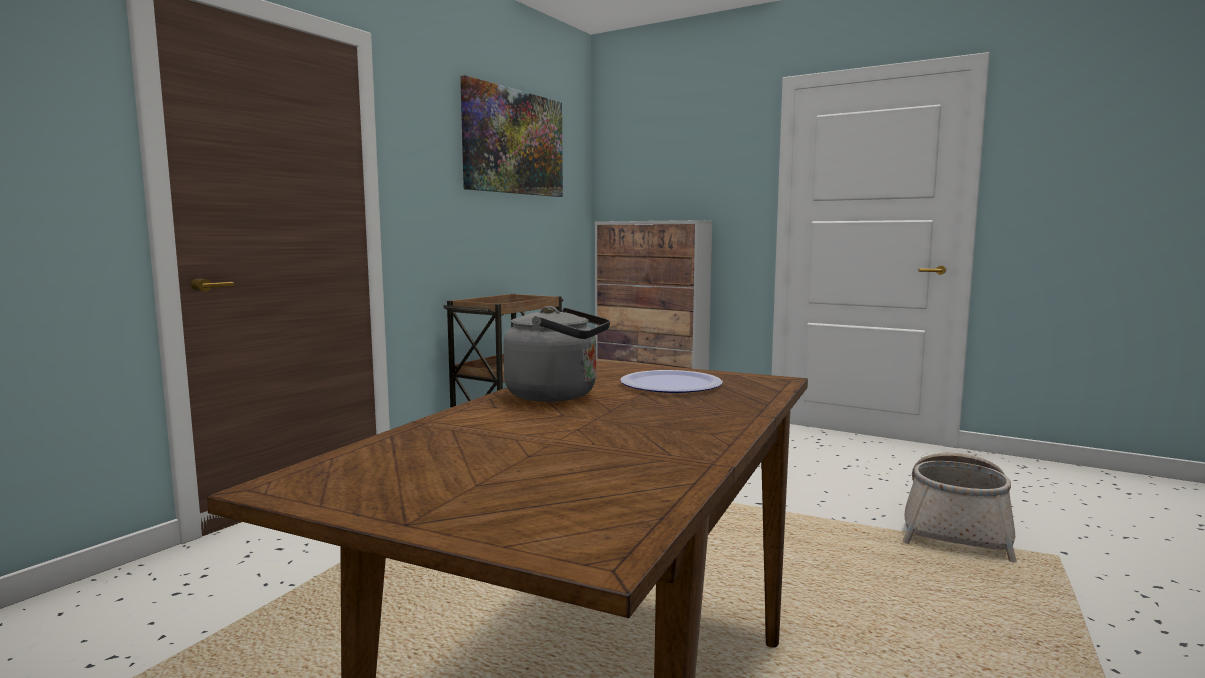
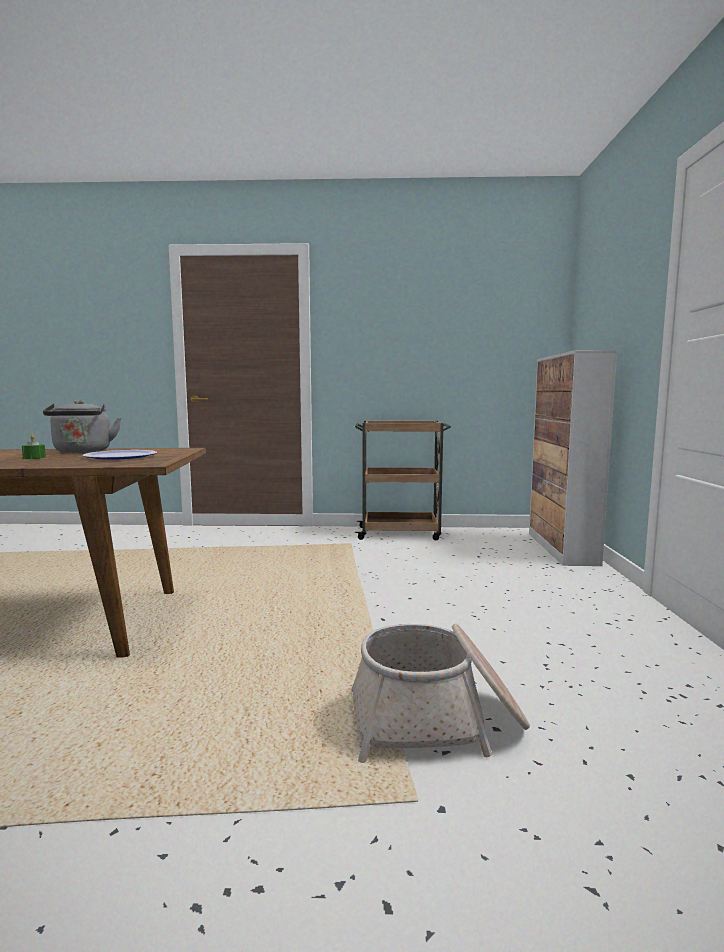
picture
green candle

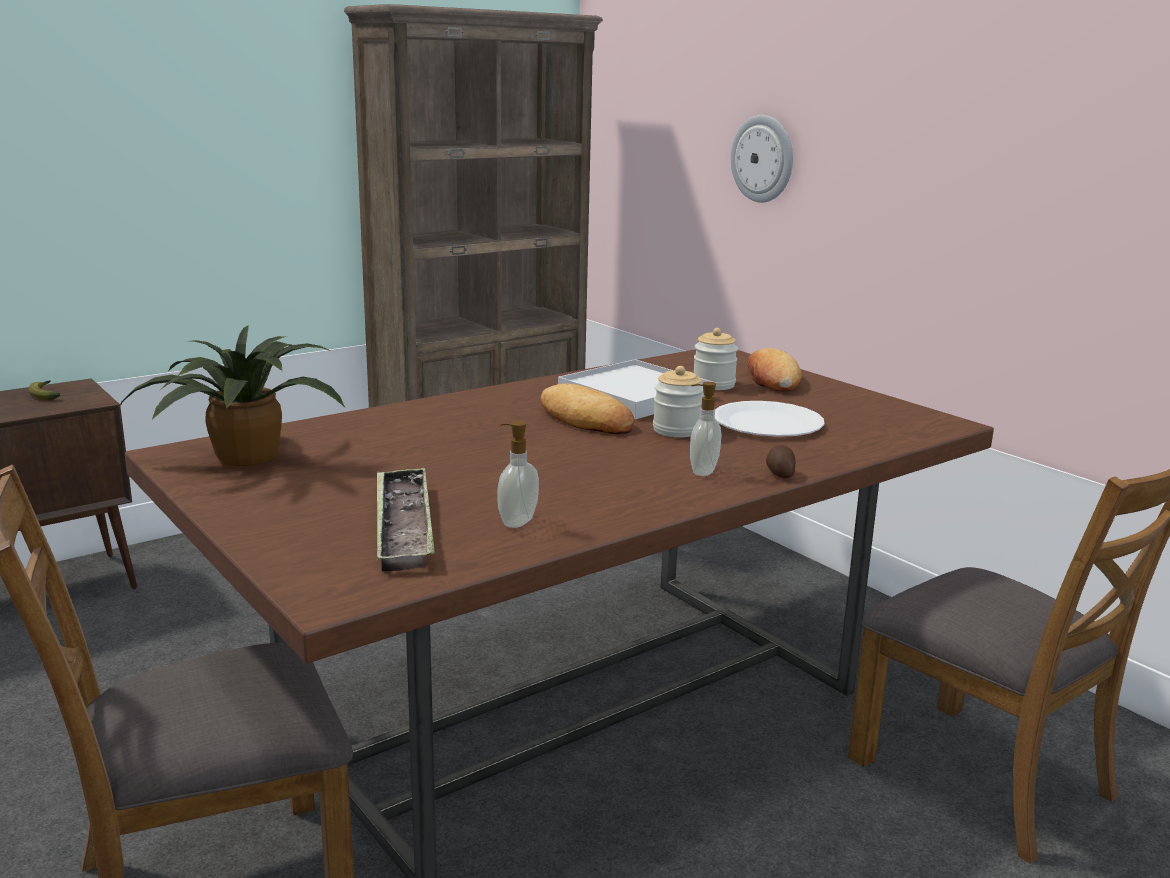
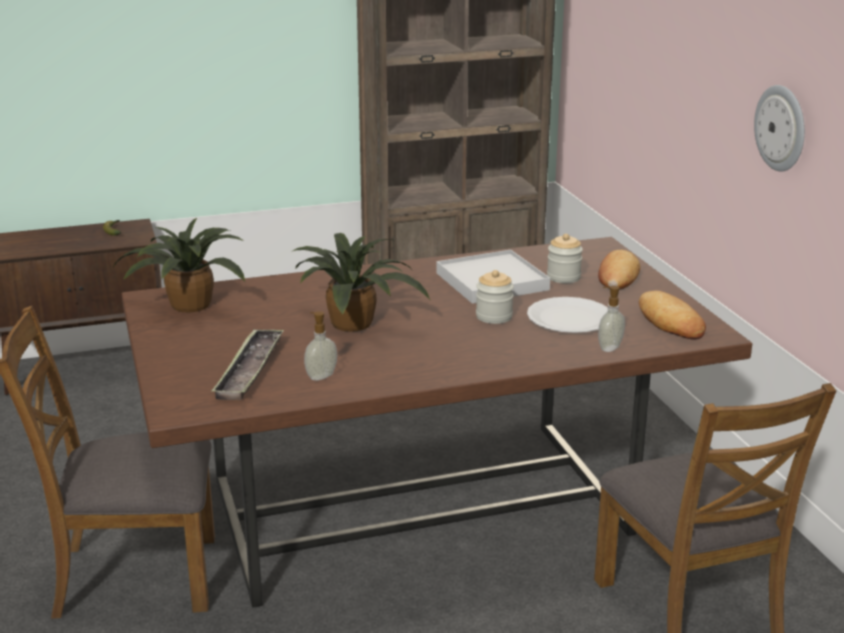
potato
potted plant (no. 2 from left)
bread (no. 2 from left)
soap dispenser (no. 2 from left)
wall clock

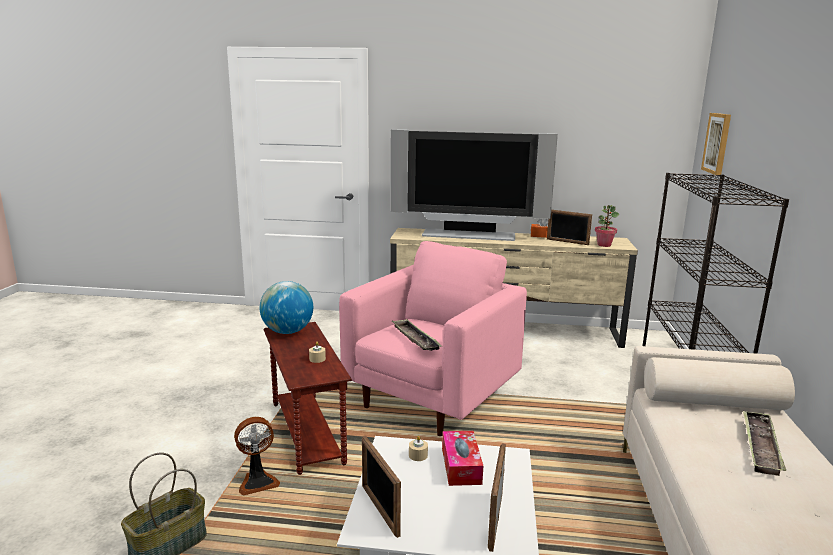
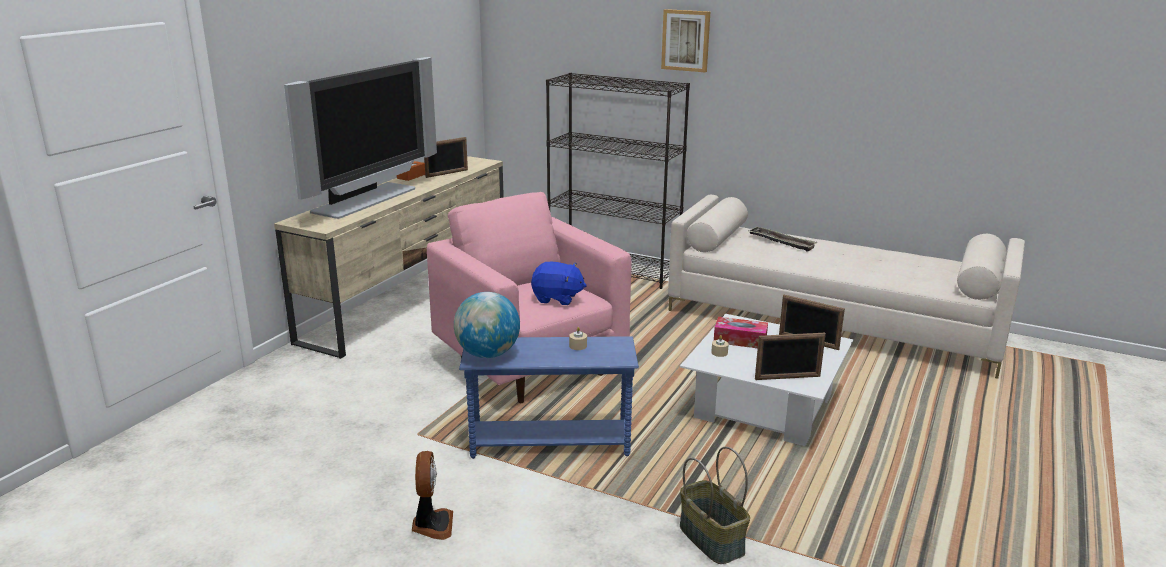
potted plant
fan
picture
blue plush toy
blue side table

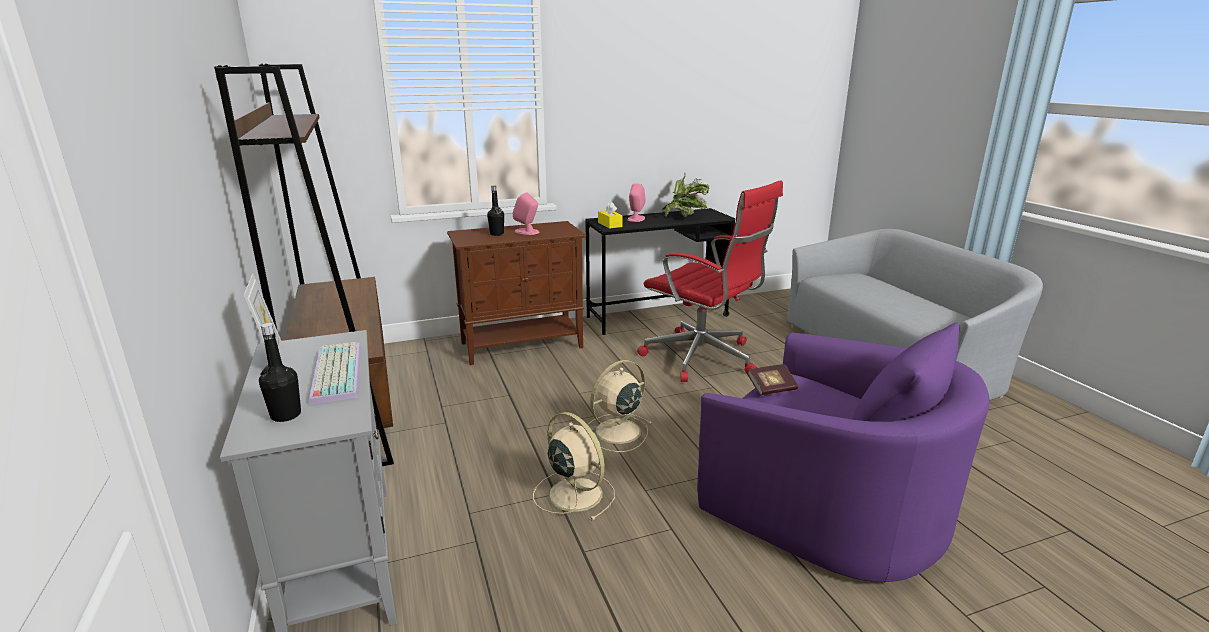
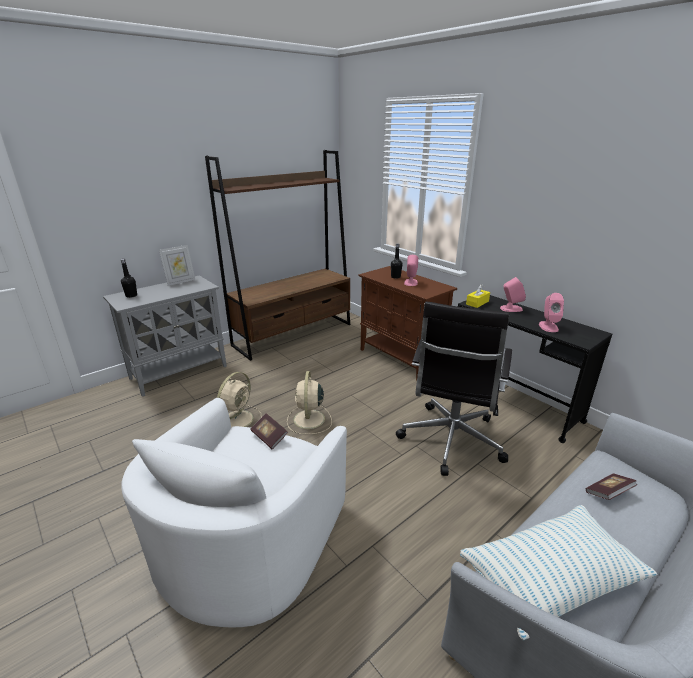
keyboard
pillow
book (no. 2 from left)
pink speaker (no. 3 from left)
black office chair
white armchair
beige fan (no. 2 from left)

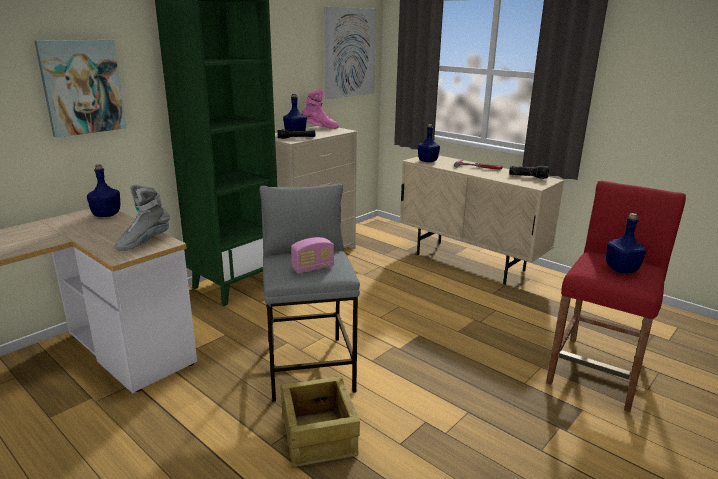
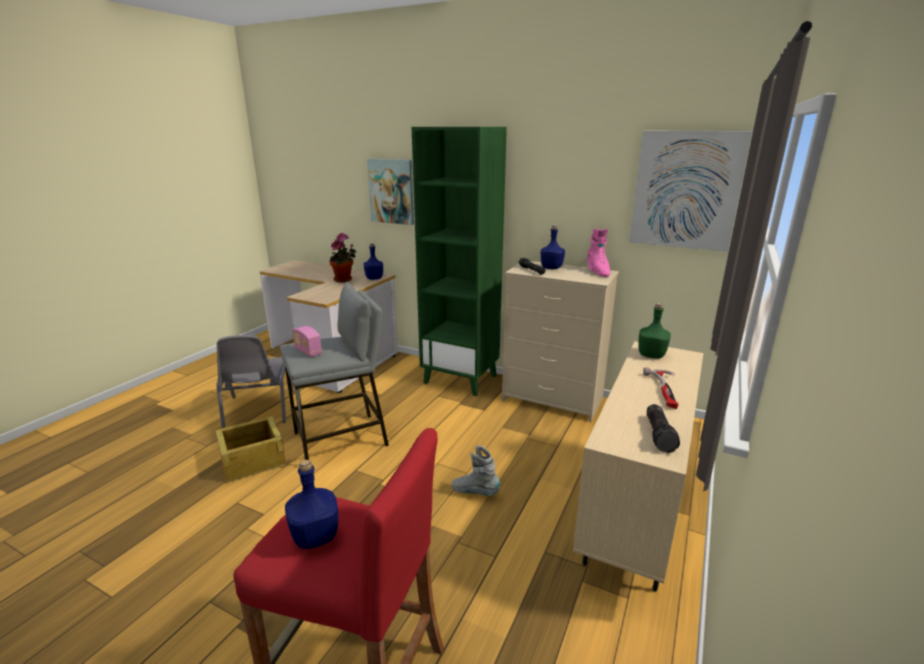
grey chair
potted plant
grey boot
green bottle

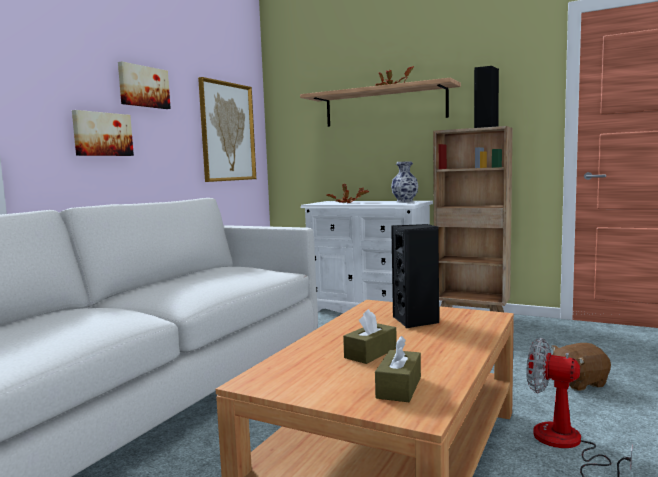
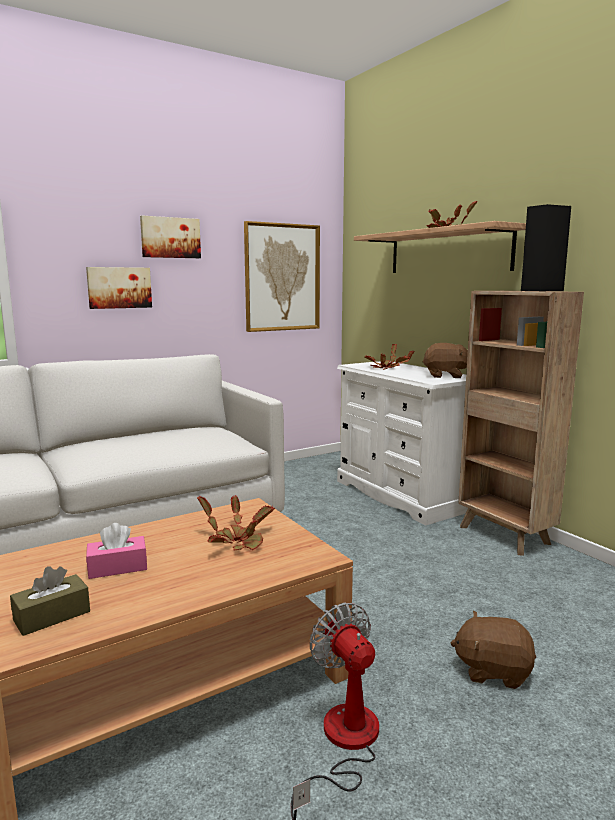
brown plush toy (no. 1 from left)
potted plant (no. 1 from left)
pink tissue box

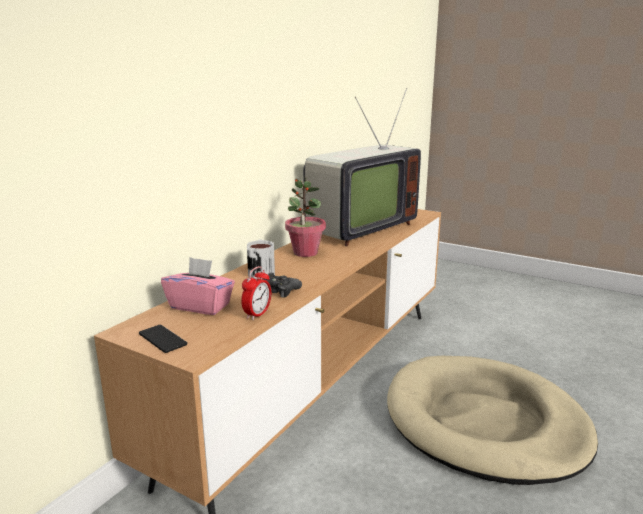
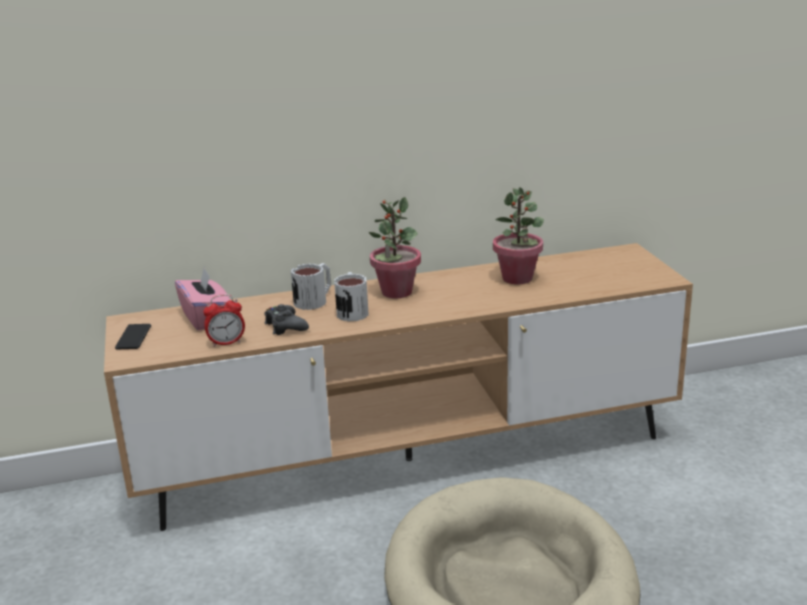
mug (no. 2 from left)
potted plant (no. 2 from left)

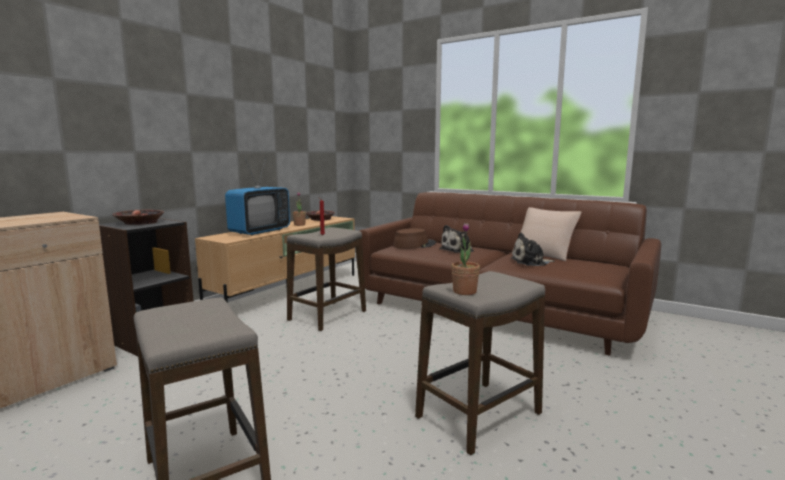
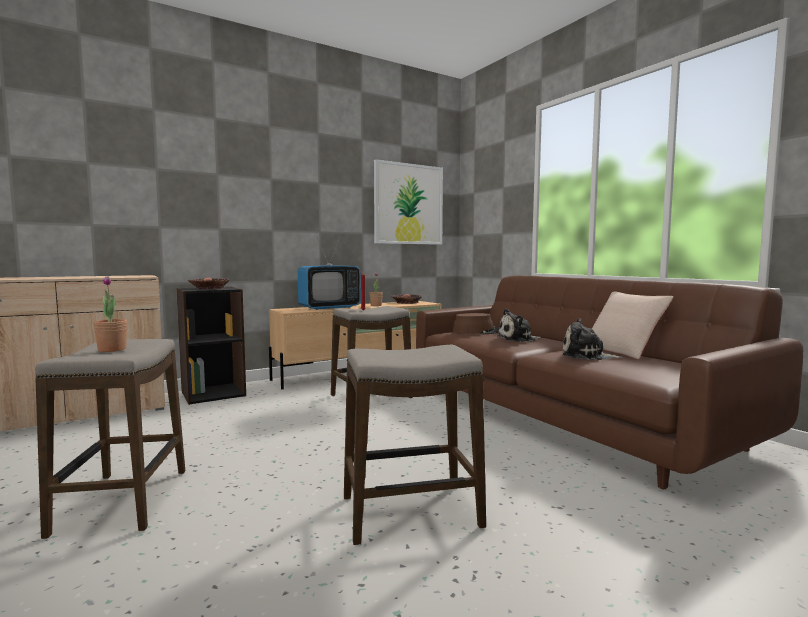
picture
potted plant (no. 1 from left)

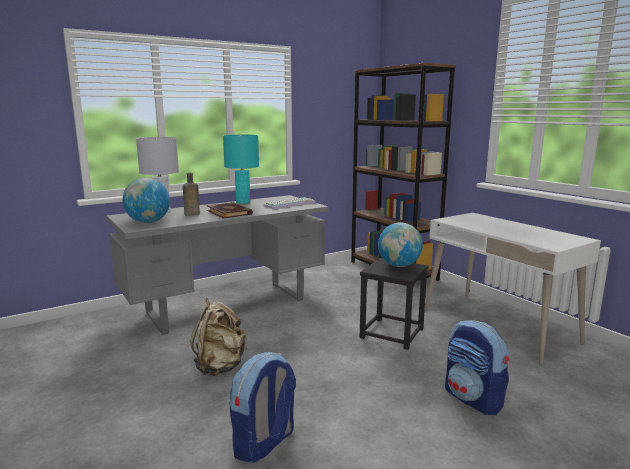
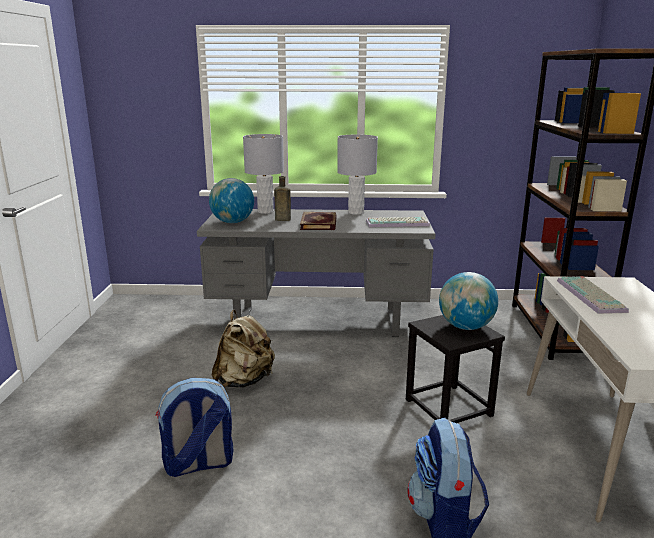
keyboard (no. 2 from left)
grey table lamp (no. 2 from left)

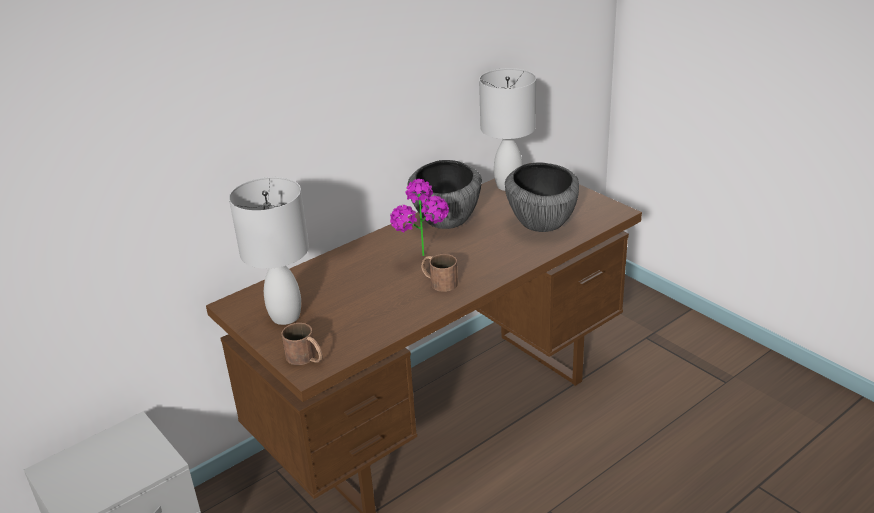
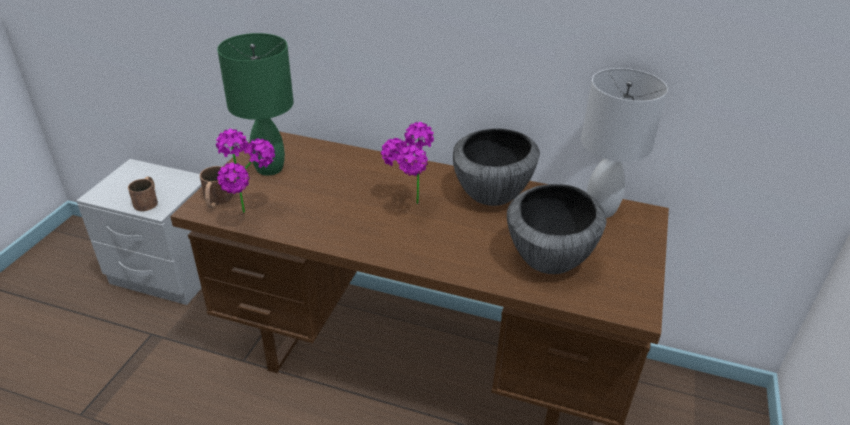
potted plant (no. 1 from left)
brown mug (no. 1 from left)
green table lamp

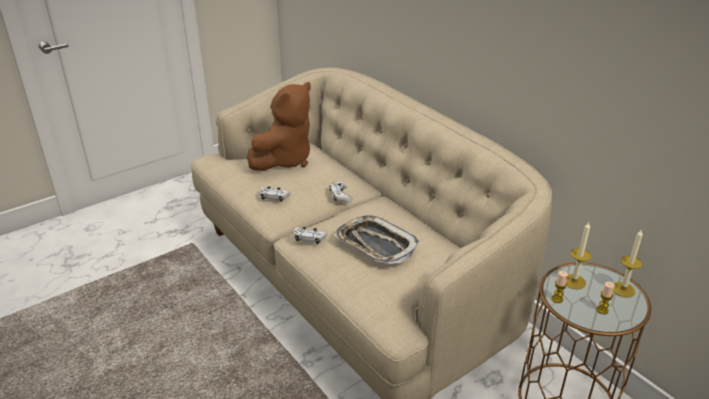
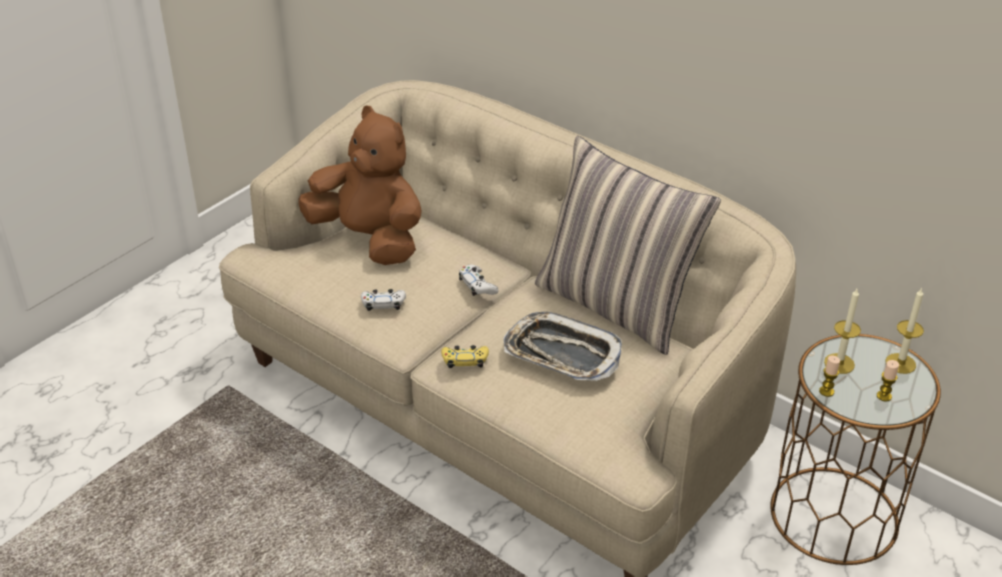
pillow
yellow game controller
brown plush toy

